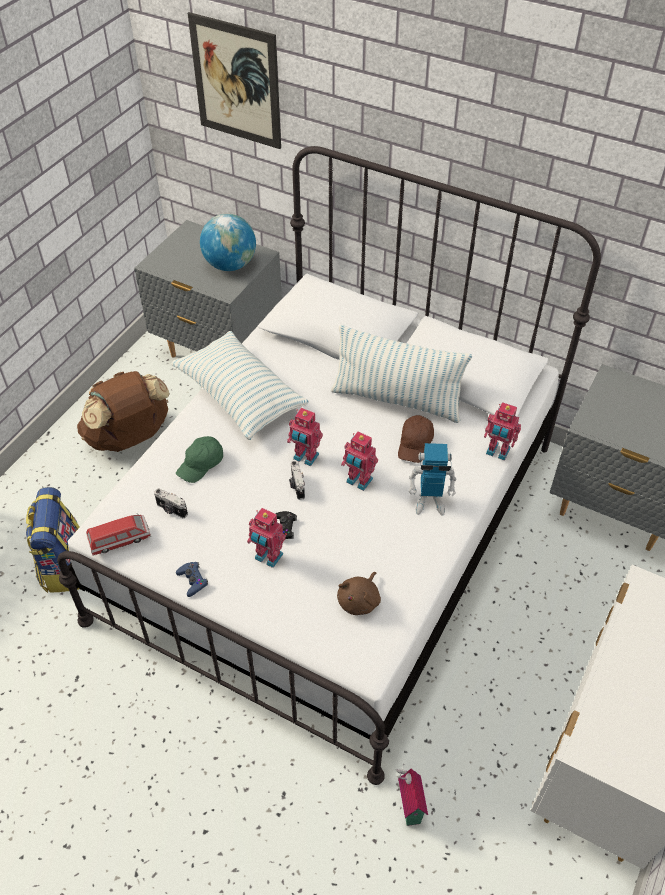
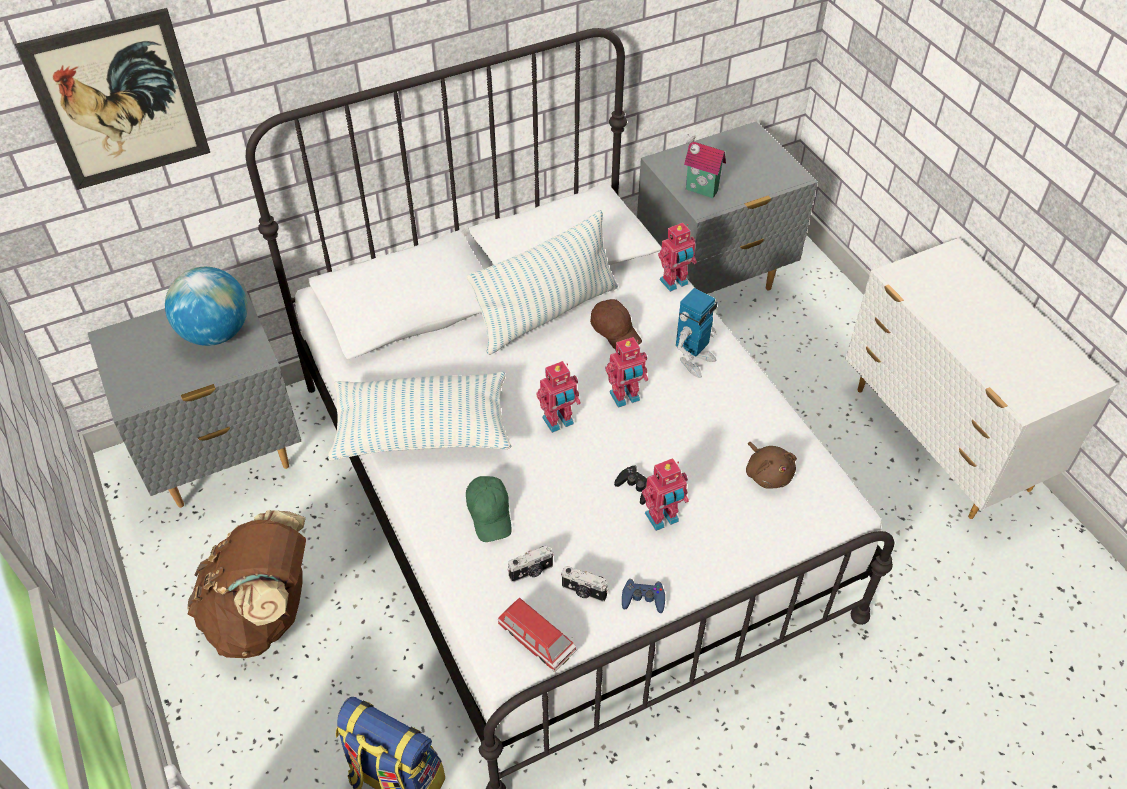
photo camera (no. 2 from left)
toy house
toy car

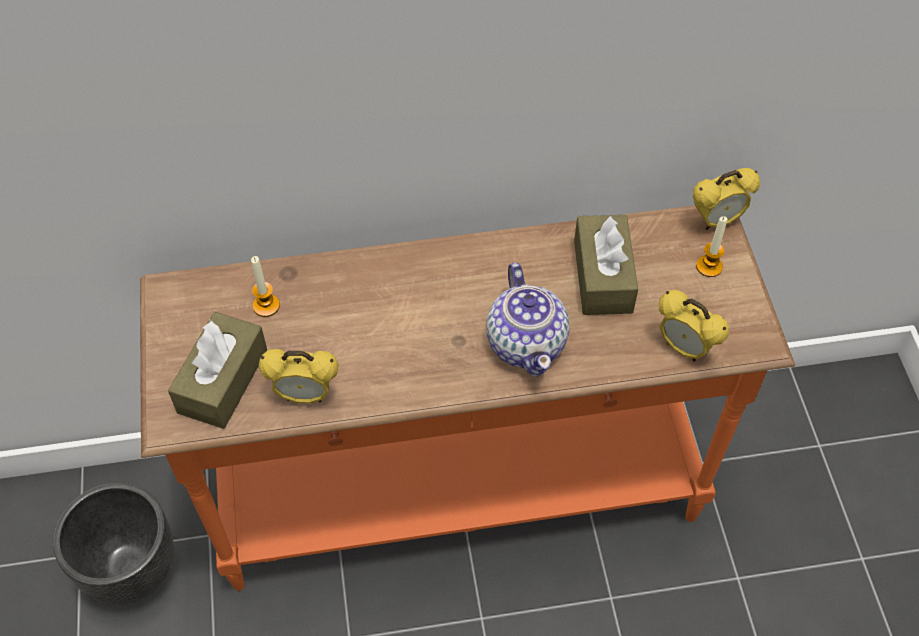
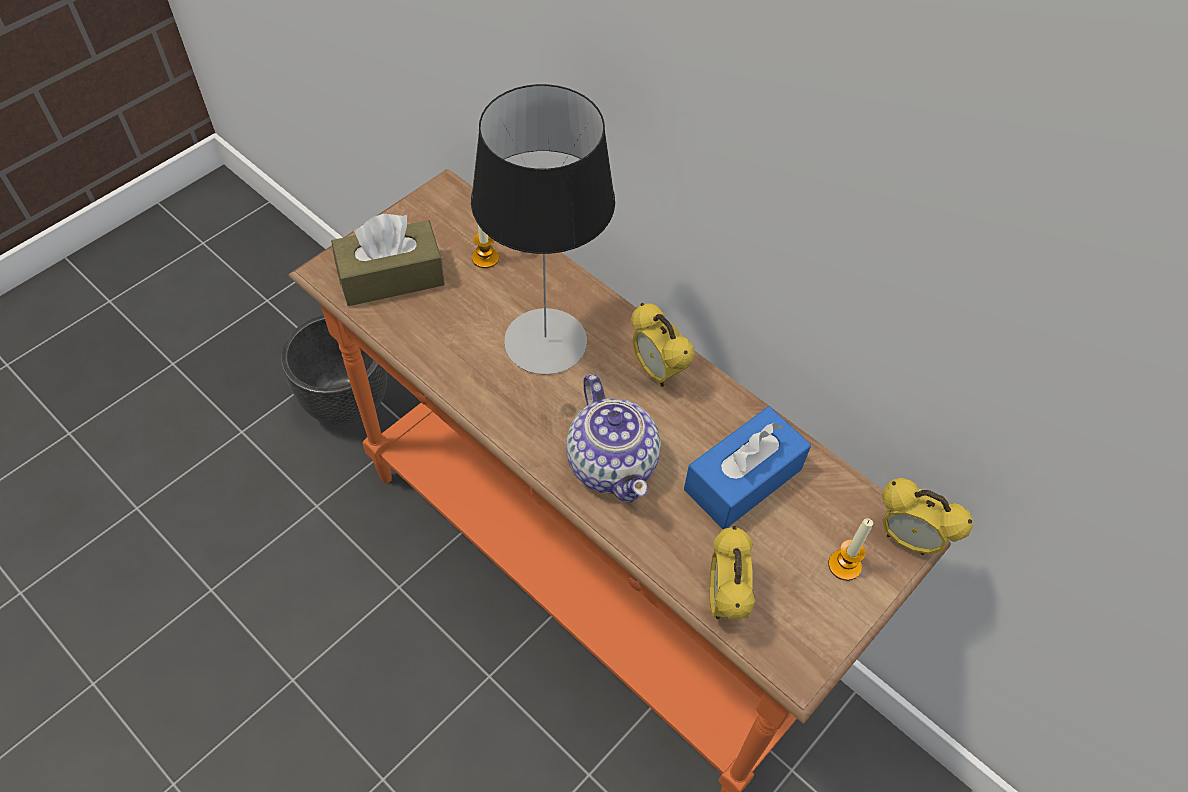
table lamp
alarm clock (no. 1 from left)
blue tissue box
teapot

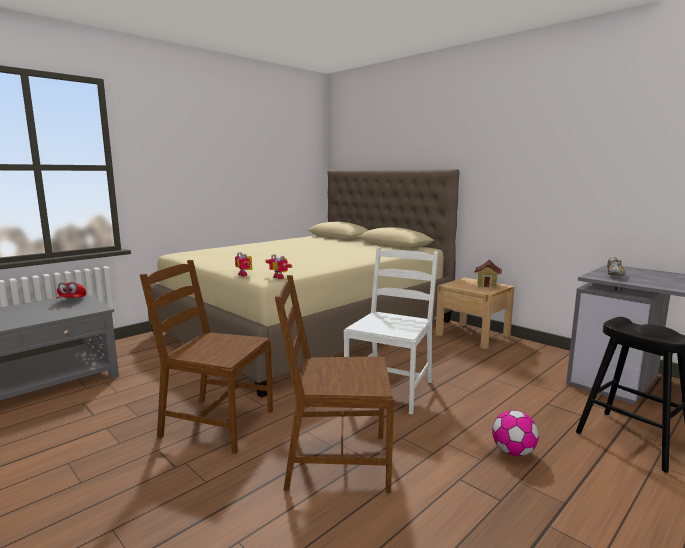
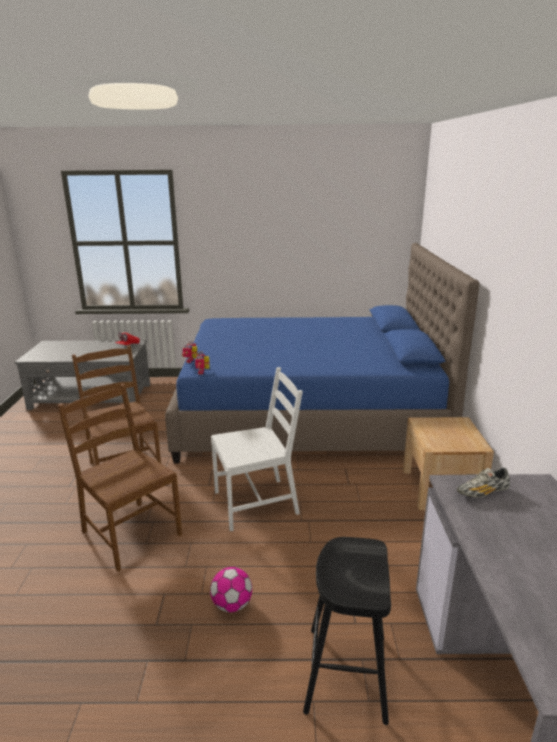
toy house
blue bed

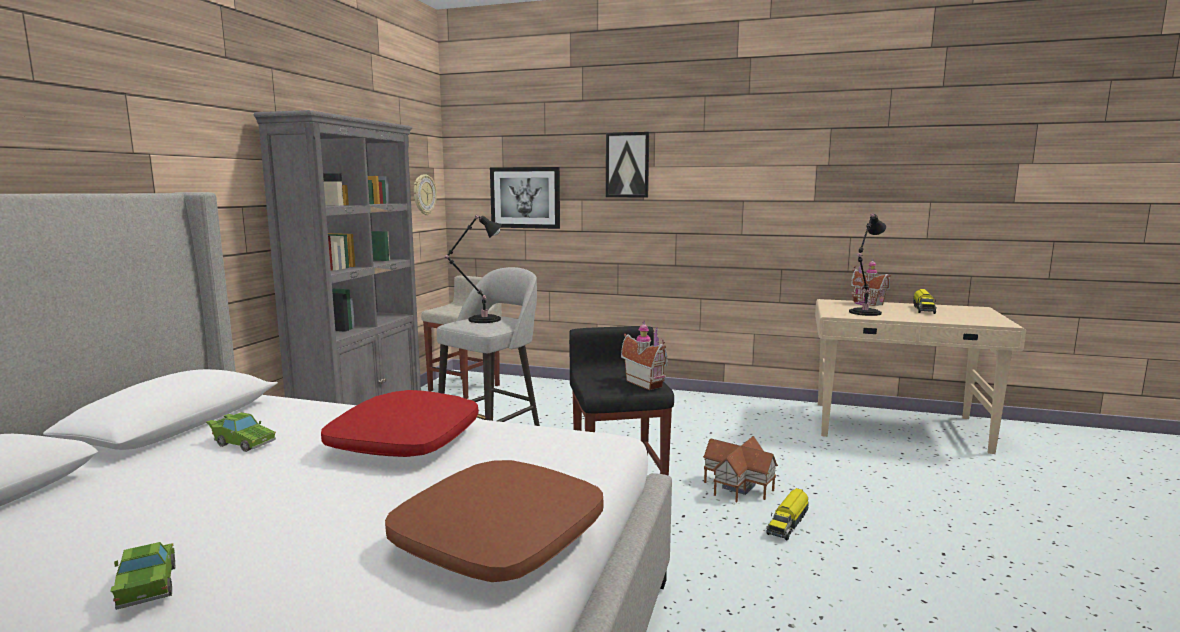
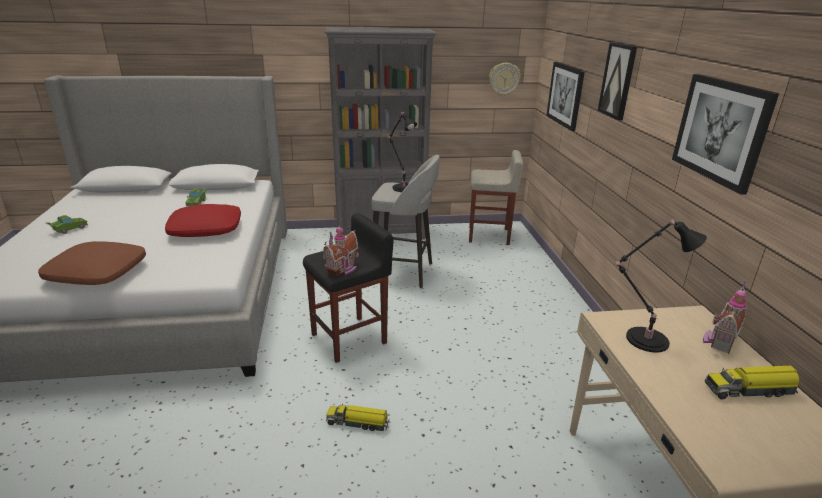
toy house (no. 2 from left in the first image)
picture (no. 3 from left)

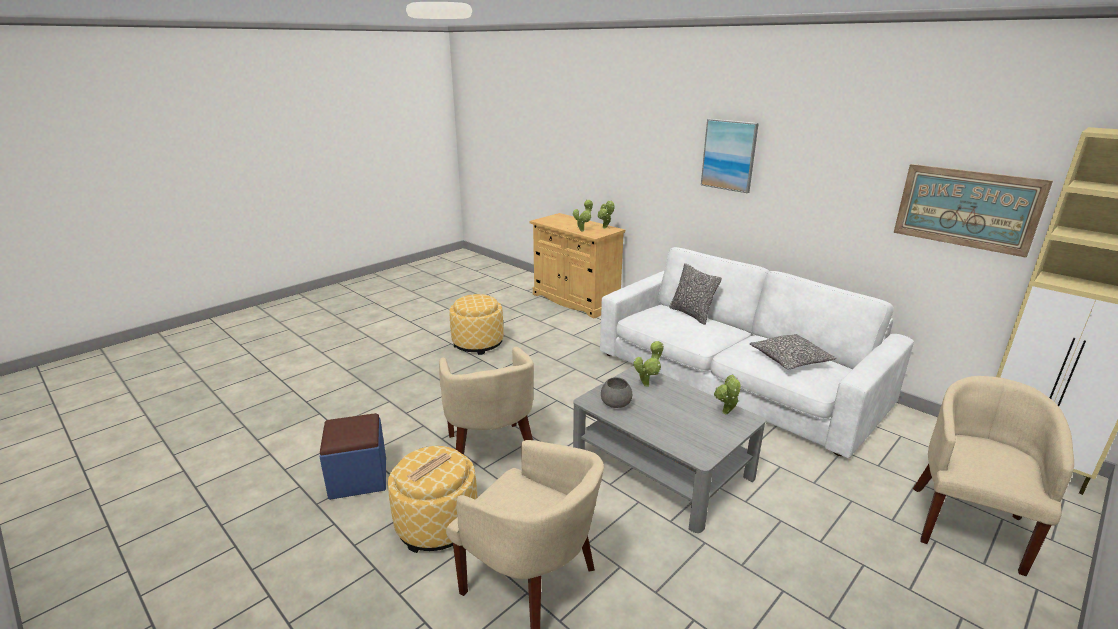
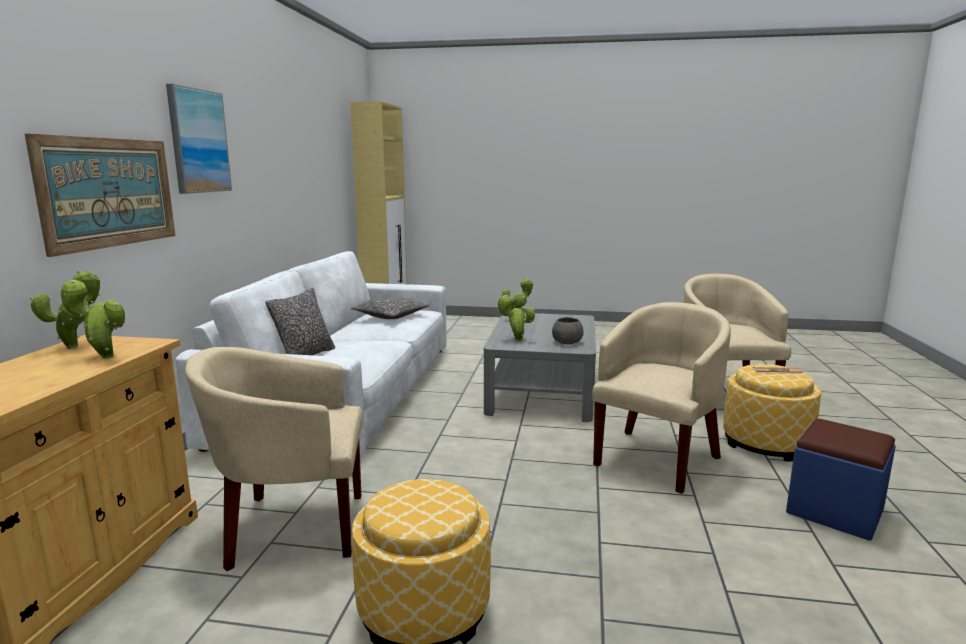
picture (no. 1 from left)
beige armchair (no. 1 from left)

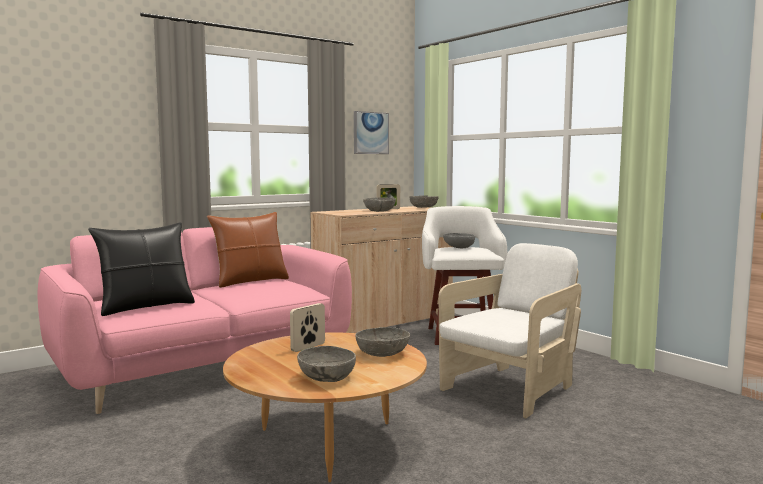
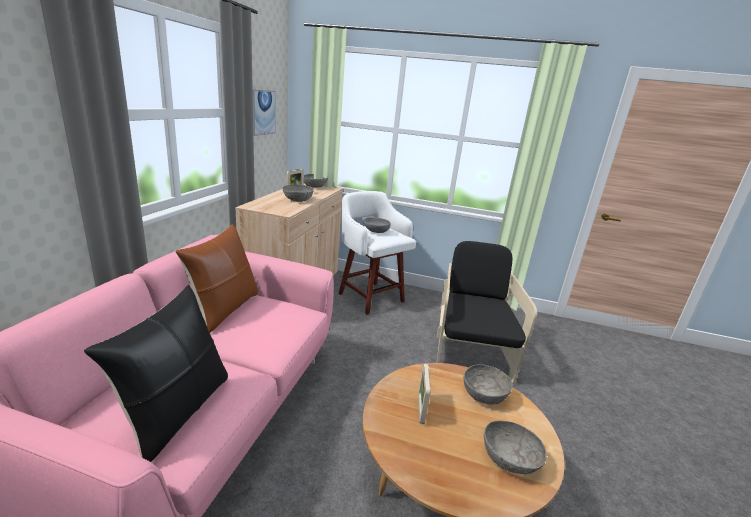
black armchair

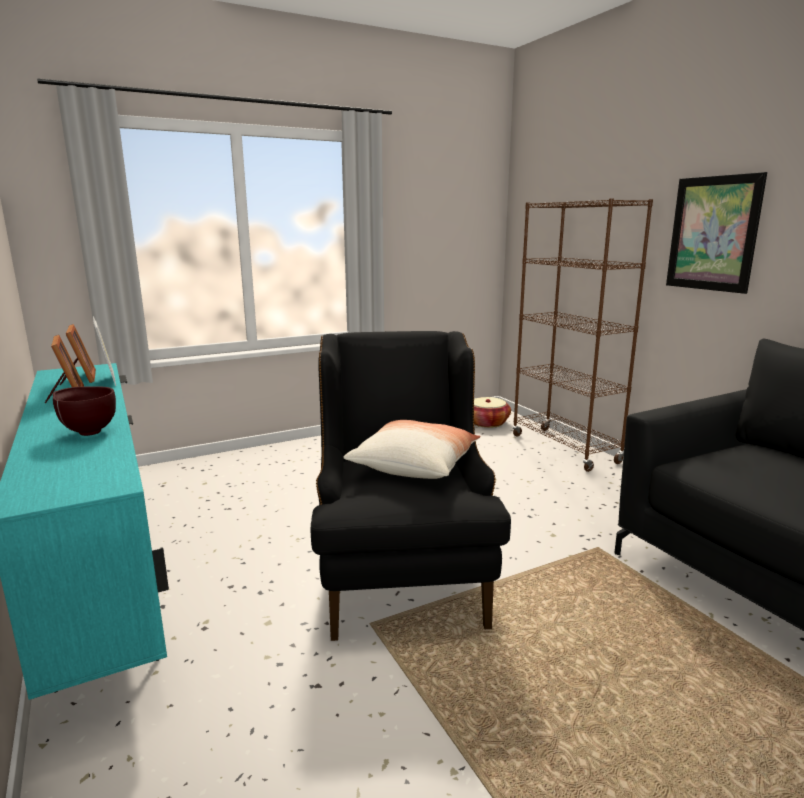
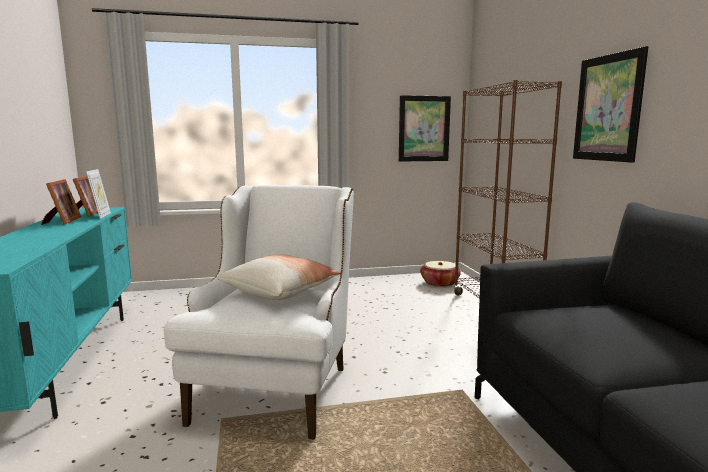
brown bowl
picture (no. 1 from left)
white armchair

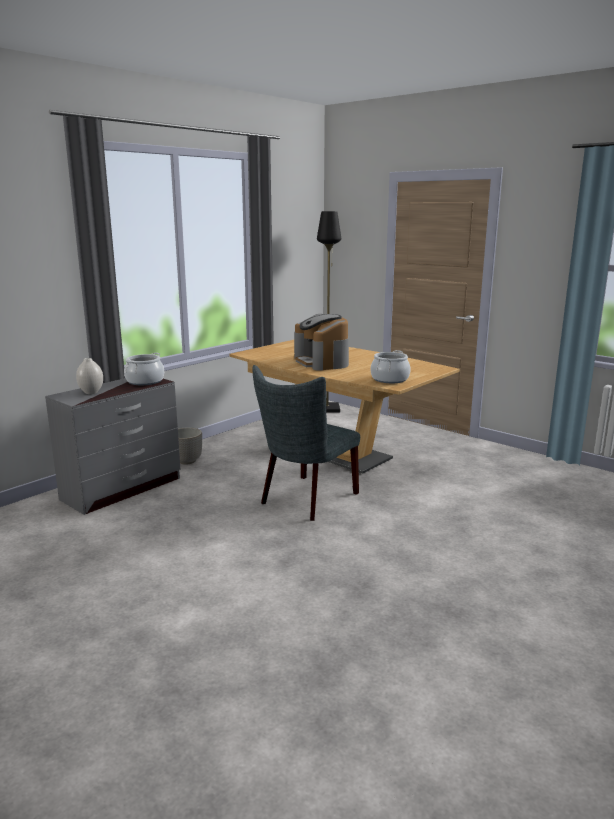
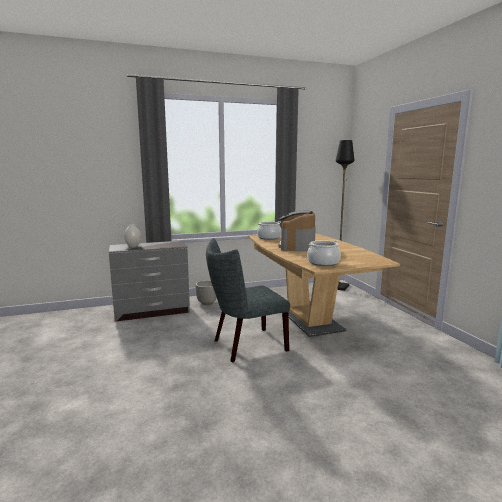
cooking pot (no. 1 from left)

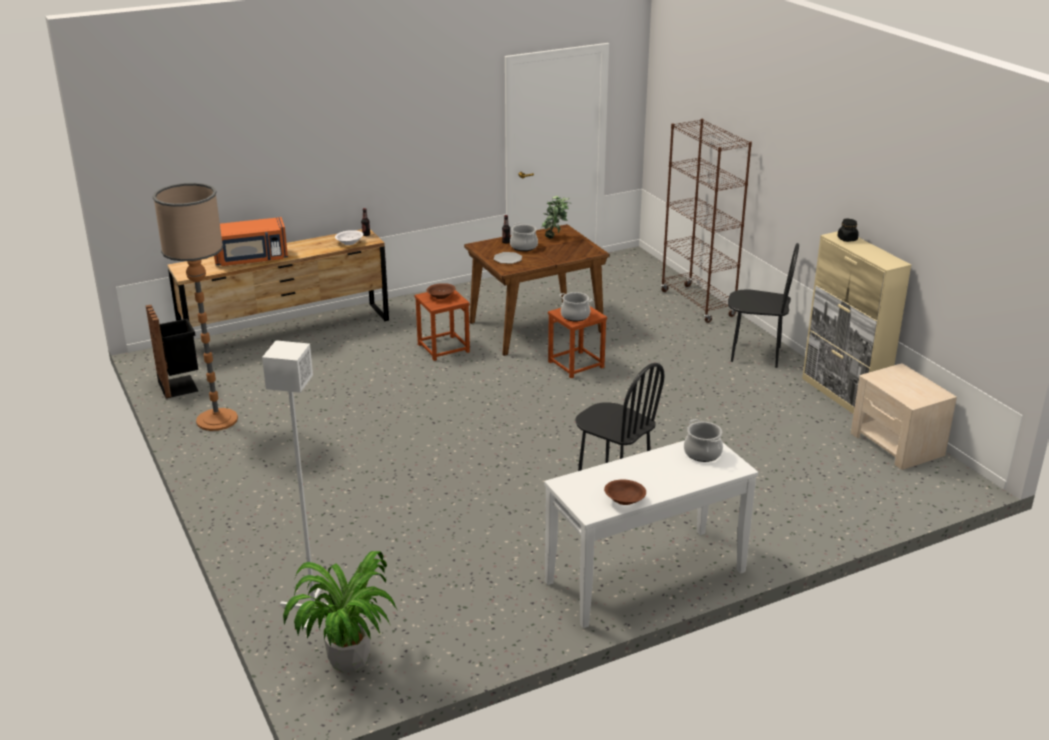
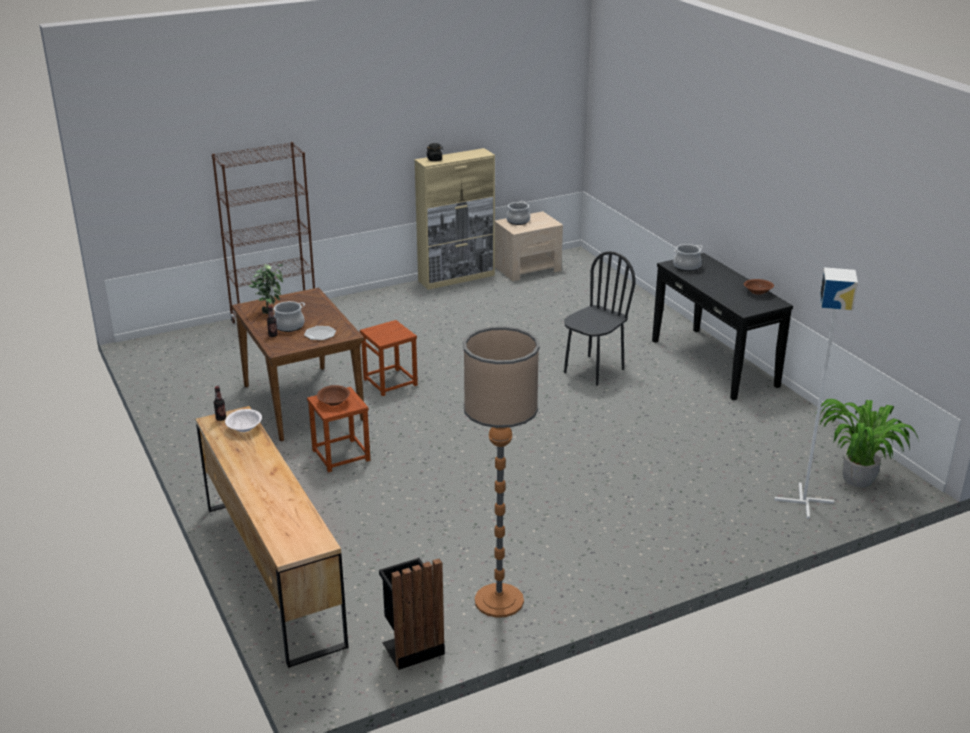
orange microwave
black chair (no. 2 from left in the first image)
cooking pot (no. 2 from left)
black console table

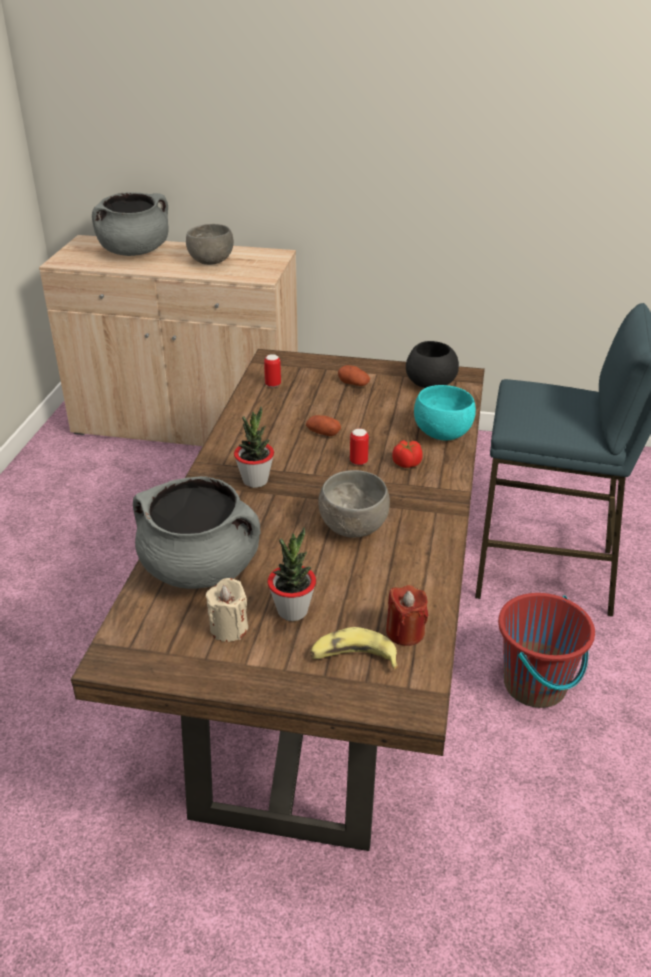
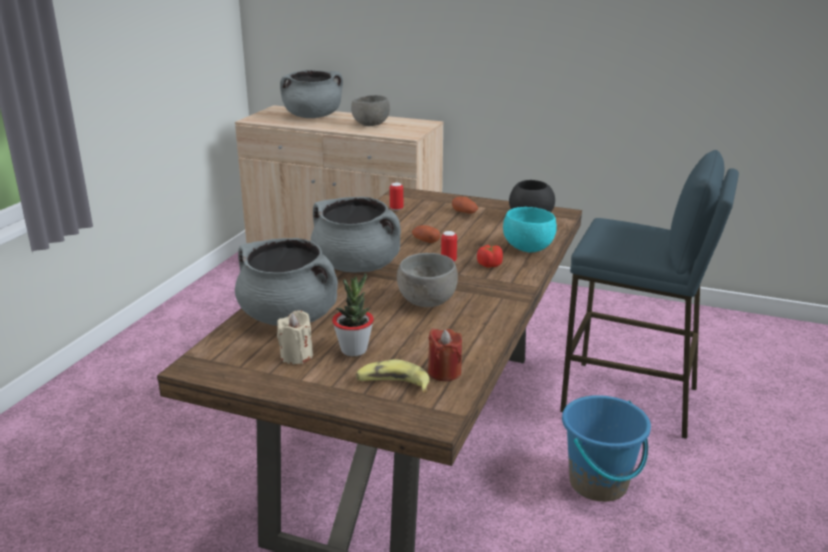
grey cooking pot (no. 3 from left)
blue bucket

